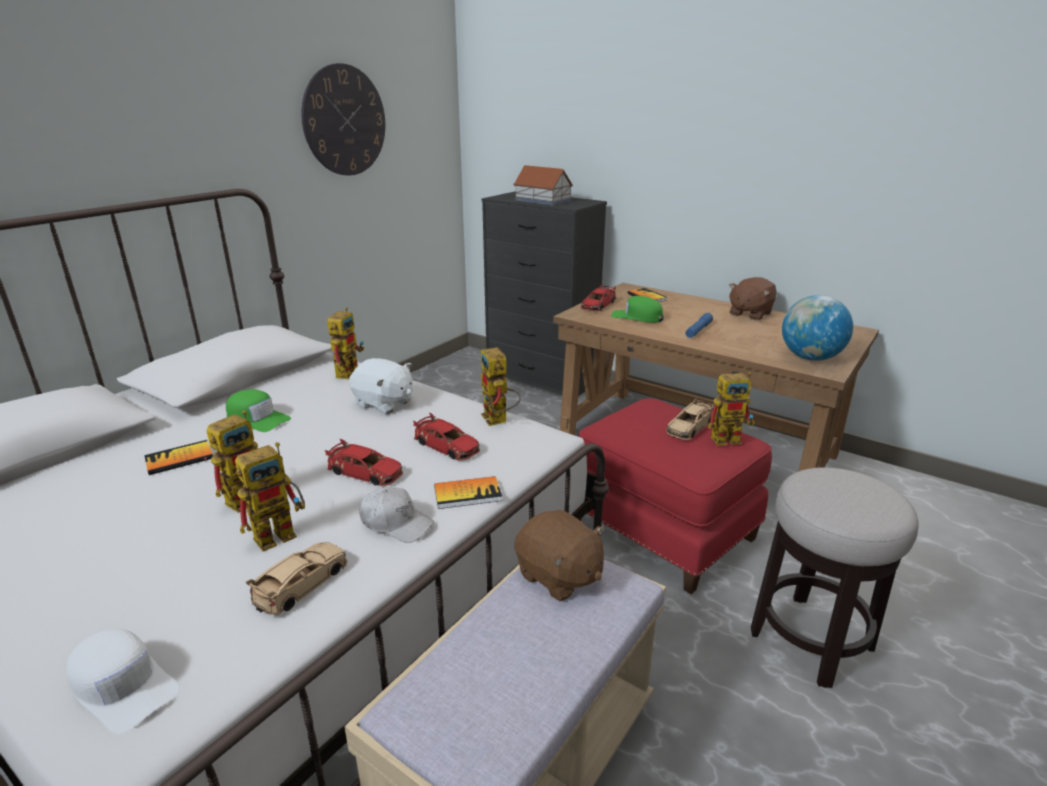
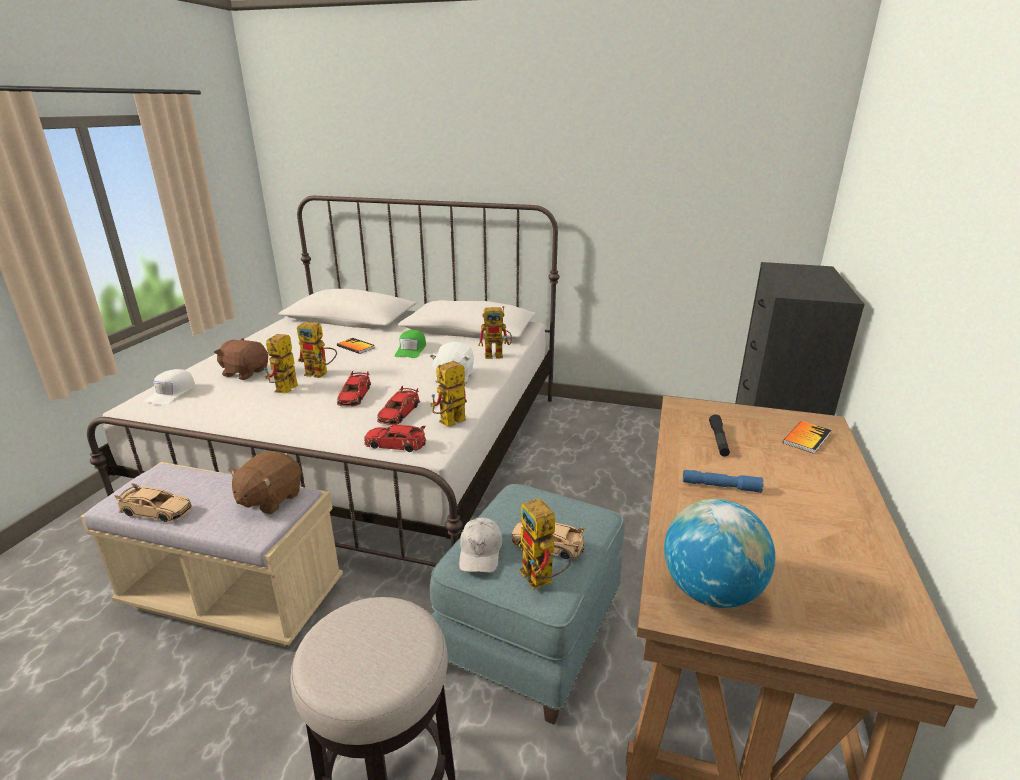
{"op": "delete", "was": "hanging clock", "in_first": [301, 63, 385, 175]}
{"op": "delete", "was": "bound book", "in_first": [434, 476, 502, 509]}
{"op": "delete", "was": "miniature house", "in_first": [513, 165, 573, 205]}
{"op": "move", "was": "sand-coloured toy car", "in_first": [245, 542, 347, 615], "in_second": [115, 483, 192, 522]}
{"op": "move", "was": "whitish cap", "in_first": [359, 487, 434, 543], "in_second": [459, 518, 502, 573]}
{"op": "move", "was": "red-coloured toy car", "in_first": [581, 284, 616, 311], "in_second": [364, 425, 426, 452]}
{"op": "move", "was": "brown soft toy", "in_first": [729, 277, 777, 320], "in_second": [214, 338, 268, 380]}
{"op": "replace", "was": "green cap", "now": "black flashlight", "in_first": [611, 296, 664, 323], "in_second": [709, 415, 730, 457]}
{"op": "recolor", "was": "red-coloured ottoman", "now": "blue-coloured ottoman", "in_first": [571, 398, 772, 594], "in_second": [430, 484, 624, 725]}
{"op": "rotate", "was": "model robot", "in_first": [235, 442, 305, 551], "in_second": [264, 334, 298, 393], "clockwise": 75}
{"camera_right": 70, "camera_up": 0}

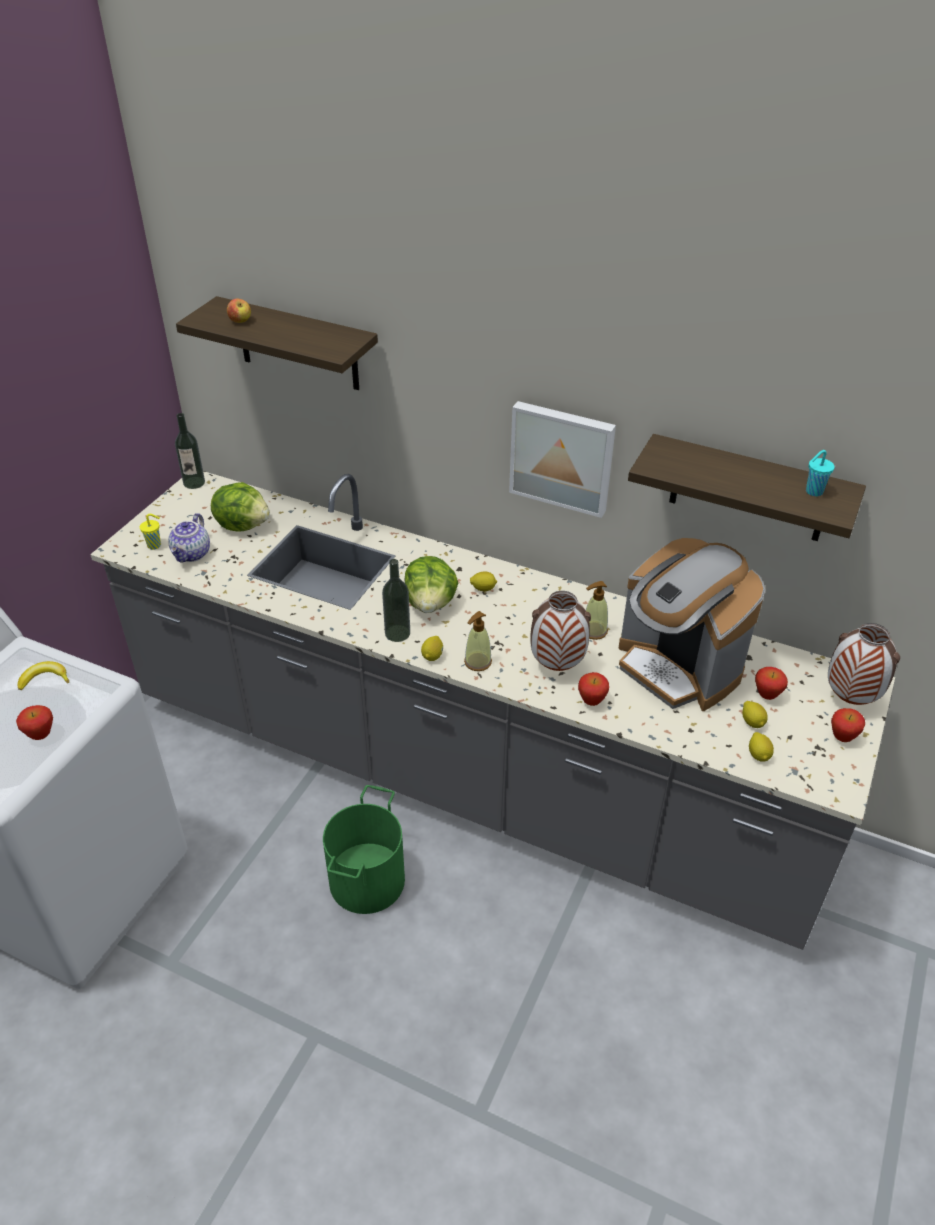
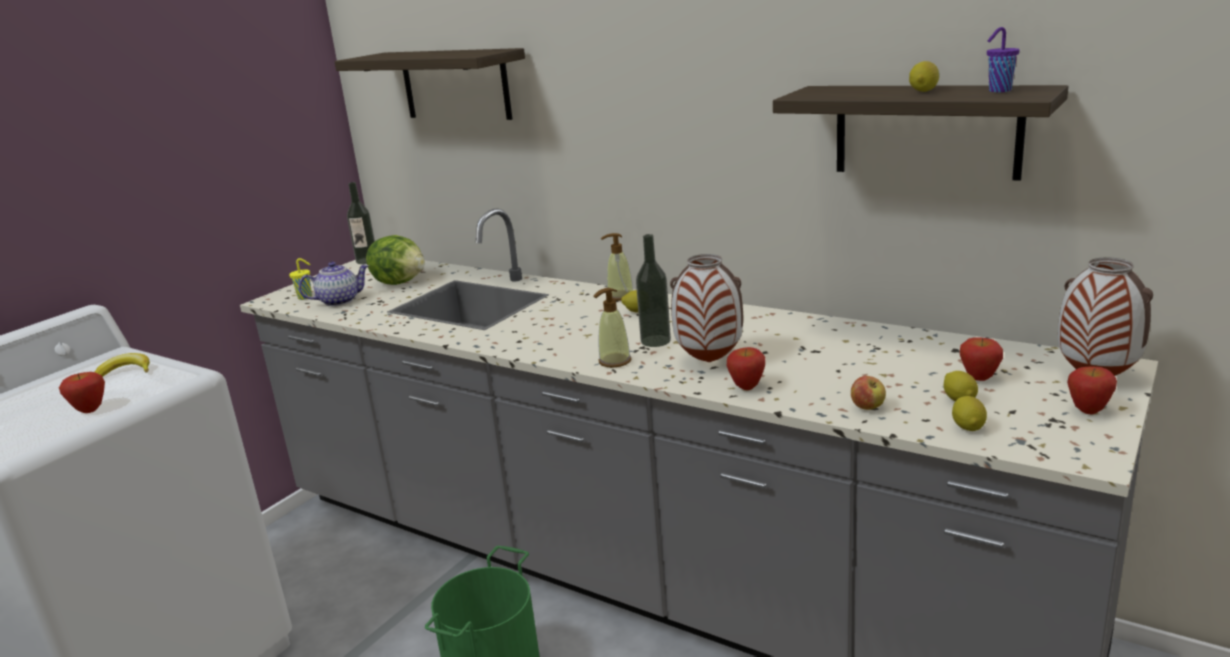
{"op": "delete", "was": "lettuce", "in_first": [405, 556, 458, 613]}
{"op": "delete", "was": "wall art", "in_first": [509, 401, 616, 518]}
{"op": "delete", "was": "coffee brewer", "in_first": [619, 538, 765, 711]}
{"op": "move", "was": "apple fruit", "in_first": [227, 299, 251, 323], "in_second": [851, 376, 886, 410]}
{"op": "move", "was": "drink bottle", "in_first": [382, 559, 410, 642], "in_second": [636, 234, 671, 347]}
{"op": "move", "was": "citrus fruit", "in_first": [421, 636, 443, 661], "in_second": [909, 61, 940, 92]}
{"op": "move", "was": "soap bottle", "in_first": [586, 581, 608, 640], "in_second": [601, 233, 633, 301]}
{"op": "recolor", "was": "blue-green drinking cup", "now": "purple-coloured drinking cup", "in_first": [806, 450, 835, 496], "in_second": [987, 27, 1020, 92]}
{"op": "rotate", "was": "pot for tea", "in_first": [168, 513, 210, 563], "in_second": [299, 262, 369, 306], "clockwise": -135}
{"camera_right": 10, "camera_up": -20}

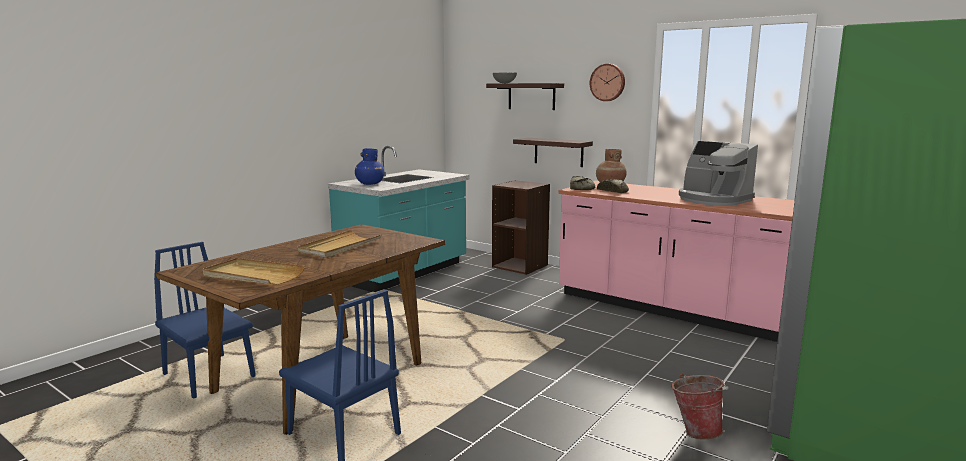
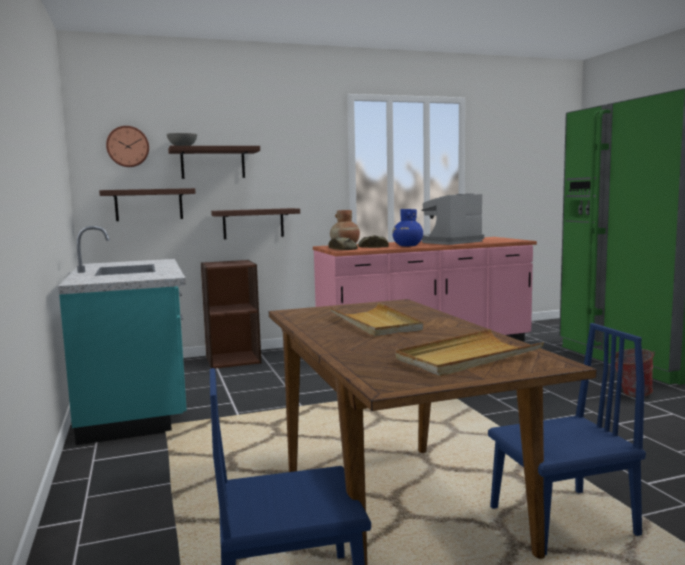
{"op": "insert", "now": "shelf", "in_second": [99, 188, 195, 221]}
{"op": "move", "was": "blue-coloured flower vase", "in_first": [355, 148, 384, 185], "in_second": [392, 209, 423, 246]}
{"op": "move", "was": "hanging clock", "in_first": [590, 64, 625, 101], "in_second": [106, 126, 149, 167]}
{"op": "rotate", "was": "coffee brewer", "in_first": [679, 141, 758, 206], "in_second": [421, 194, 484, 245], "clockwise": 150}
{"camera_right": -55, "camera_up": -5}

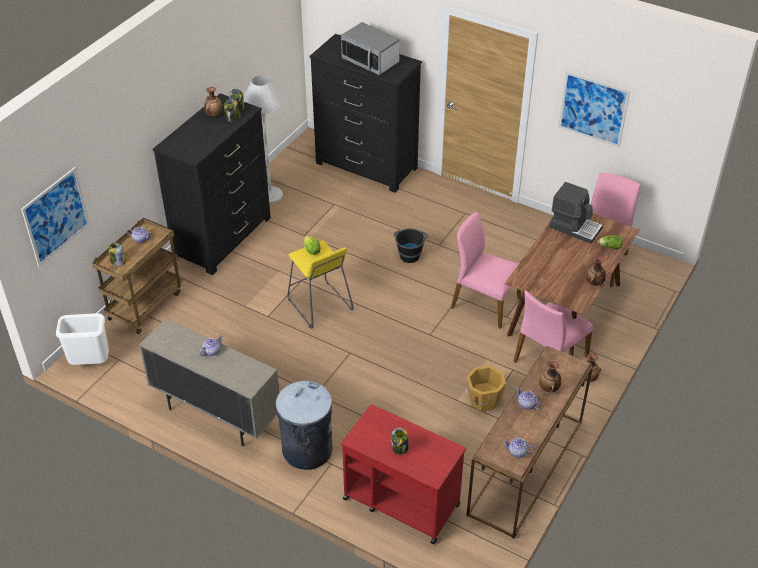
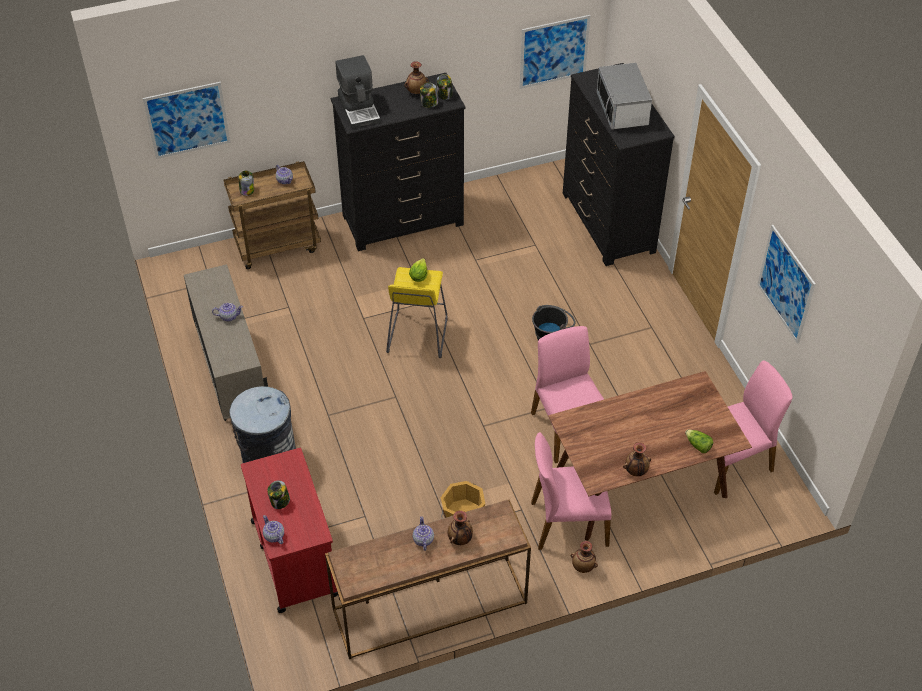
{"op": "delete", "was": "whitish rubbish bin", "in_first": [56, 313, 109, 365]}
{"op": "delete", "was": "whitish standing lamp", "in_first": [243, 76, 283, 203]}
{"op": "insert", "now": "wall art", "in_second": [520, 15, 590, 89]}
{"op": "move", "was": "pot for tea", "in_first": [503, 438, 535, 458], "in_second": [263, 515, 284, 544]}
{"op": "move", "was": "coffee brewer", "in_first": [549, 182, 603, 244], "in_second": [335, 55, 381, 129]}
{"camera_right": 40, "camera_up": 5}

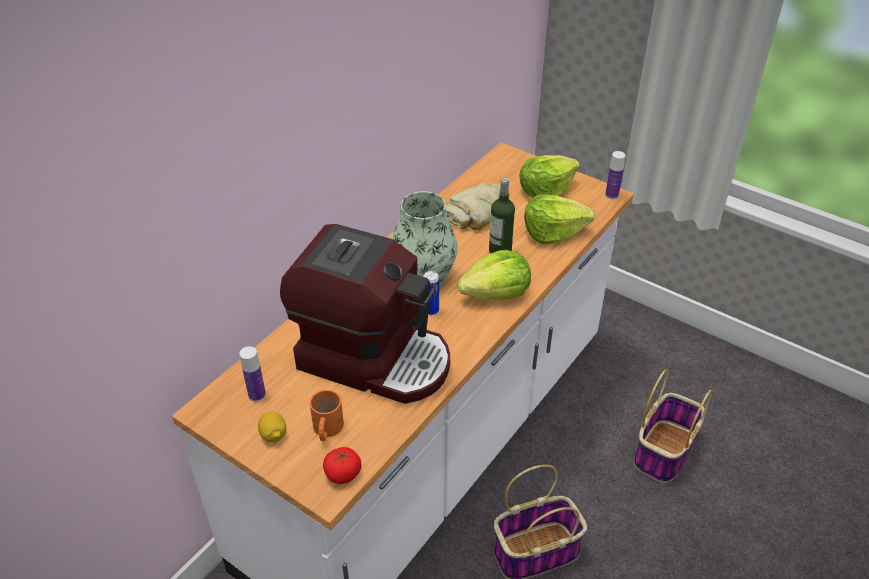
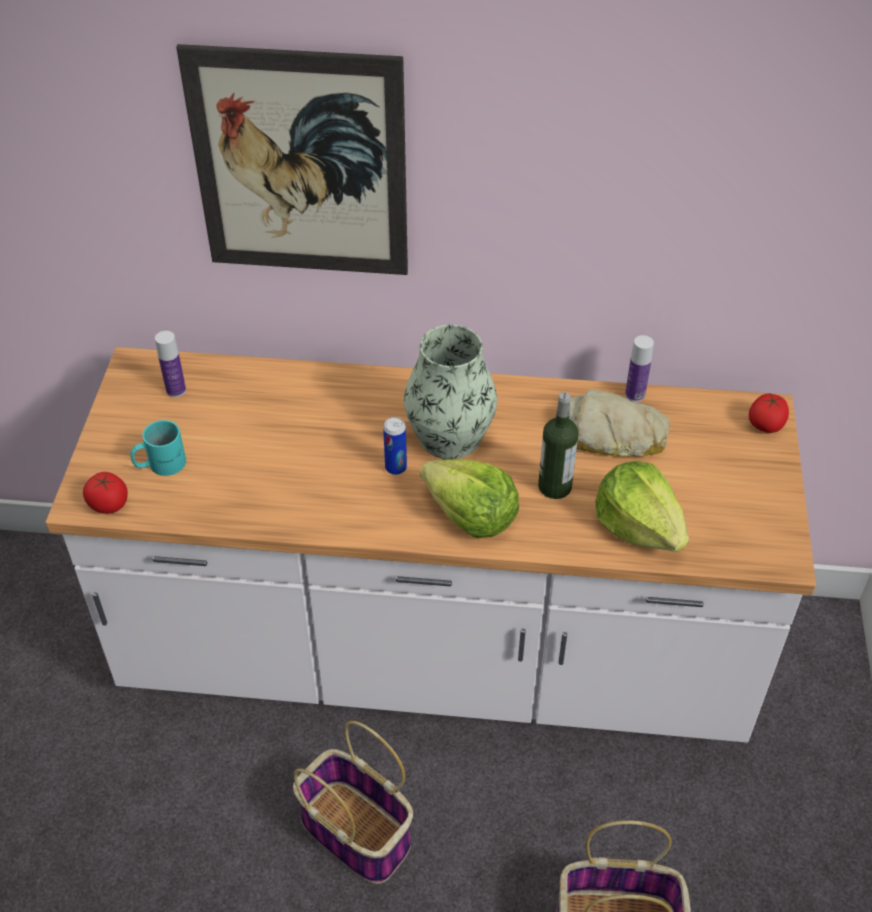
{"op": "delete", "was": "citrus fruit", "in_first": [258, 411, 286, 442]}
{"op": "delete", "was": "coffee brewer", "in_first": [280, 224, 450, 404]}
{"op": "delete", "was": "lettuce", "in_first": [519, 155, 580, 198]}
{"op": "insert", "now": "wall art", "in_second": [176, 44, 408, 275]}
{"op": "insert", "now": "whole tomato", "in_second": [749, 394, 789, 433]}
{"op": "move", "was": "drink bottle", "in_first": [605, 151, 626, 199], "in_second": [625, 335, 654, 402]}
{"op": "recolor", "was": "orange-coloured mug", "now": "blue-green mug", "in_first": [310, 390, 344, 441], "in_second": [130, 420, 186, 476]}
{"camera_right": 60, "camera_up": 5}

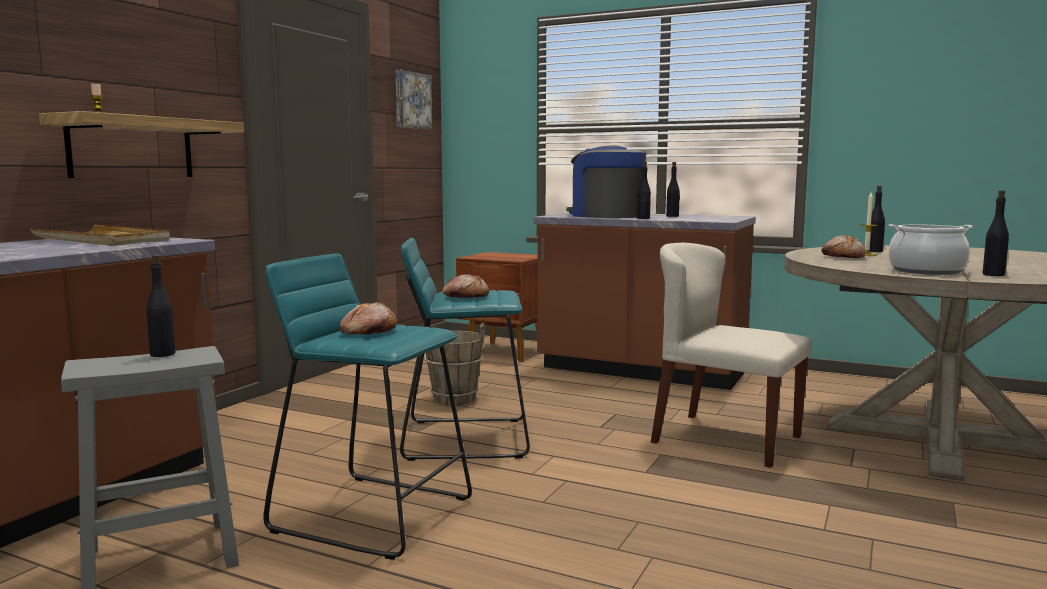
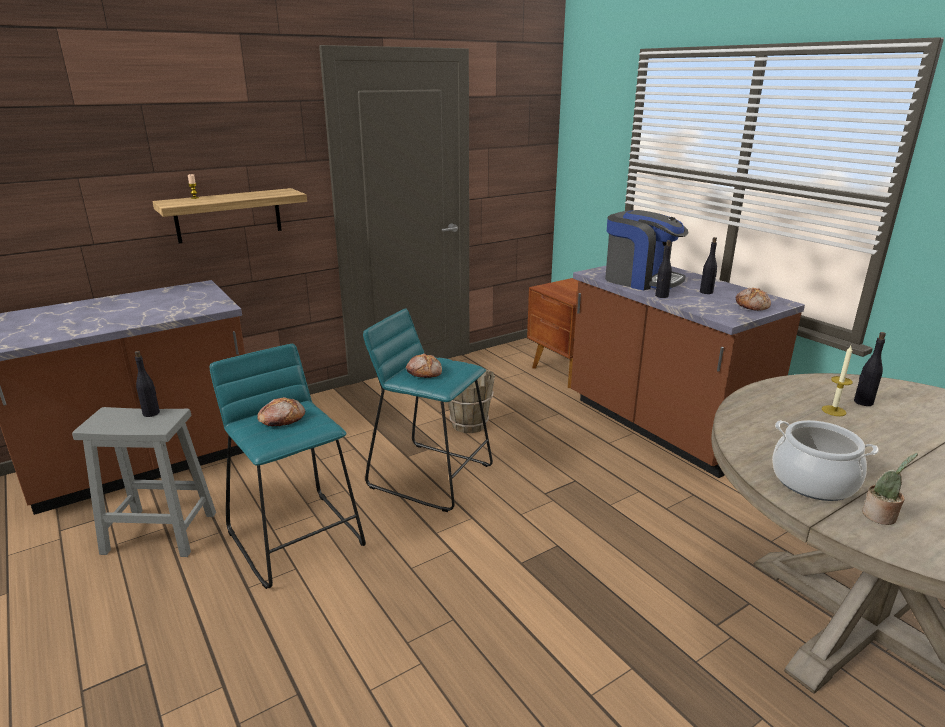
{"op": "delete", "was": "sand-coloured carrying tray", "in_first": [29, 224, 170, 246]}
{"op": "delete", "was": "wall art", "in_first": [395, 70, 432, 129]}
{"op": "delete", "was": "sand-coloured plain chair", "in_first": [651, 243, 812, 468]}
{"op": "move", "was": "bakery bread", "in_first": [821, 235, 866, 258], "in_second": [736, 288, 771, 311]}
{"op": "replace", "was": "black drink bottle", "now": "potted plant", "in_first": [982, 190, 1009, 276], "in_second": [862, 453, 918, 525]}
{"op": "rotate", "was": "coffee brewer", "in_first": [566, 145, 646, 218], "in_second": [605, 210, 688, 290], "clockwise": 135}
{"camera_right": 30, "camera_up": 15}

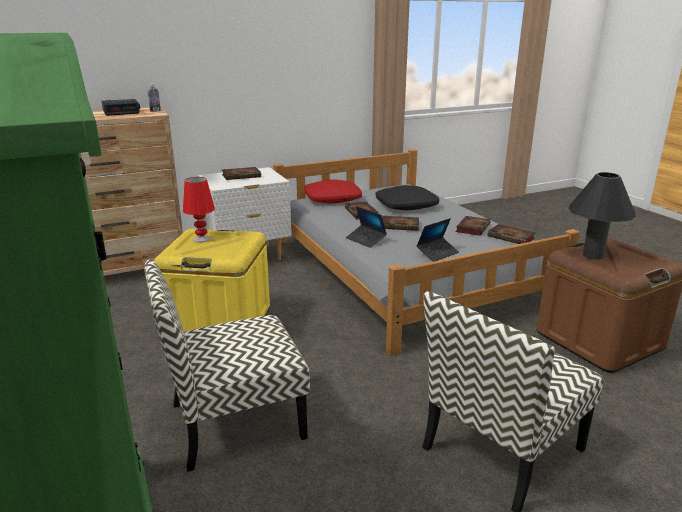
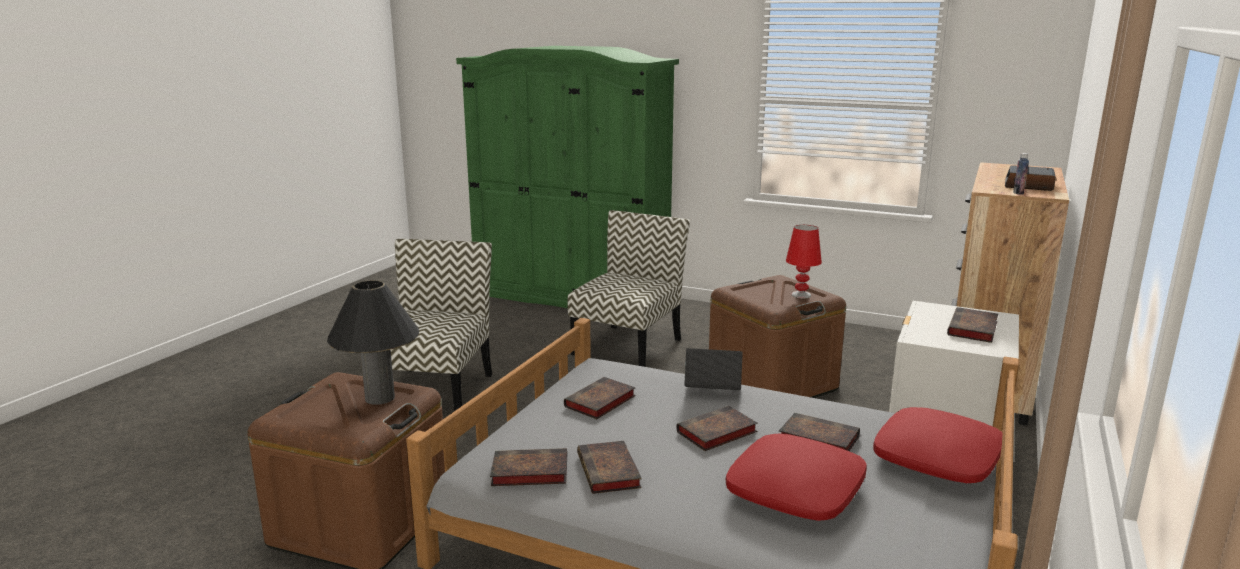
{"op": "replace", "was": "portable computer", "now": "bound book", "in_first": [416, 218, 459, 262], "in_second": [564, 377, 636, 419]}
{"op": "recolor", "was": "yellow-coloured storage container", "now": "brown storage container", "in_first": [154, 229, 270, 332], "in_second": [709, 275, 846, 398]}
{"op": "recolor", "was": "black throw pillow", "now": "red-coloured throw pillow", "in_first": [375, 185, 439, 210], "in_second": [726, 434, 867, 521]}
{"camera_right": 140, "camera_up": -5}

